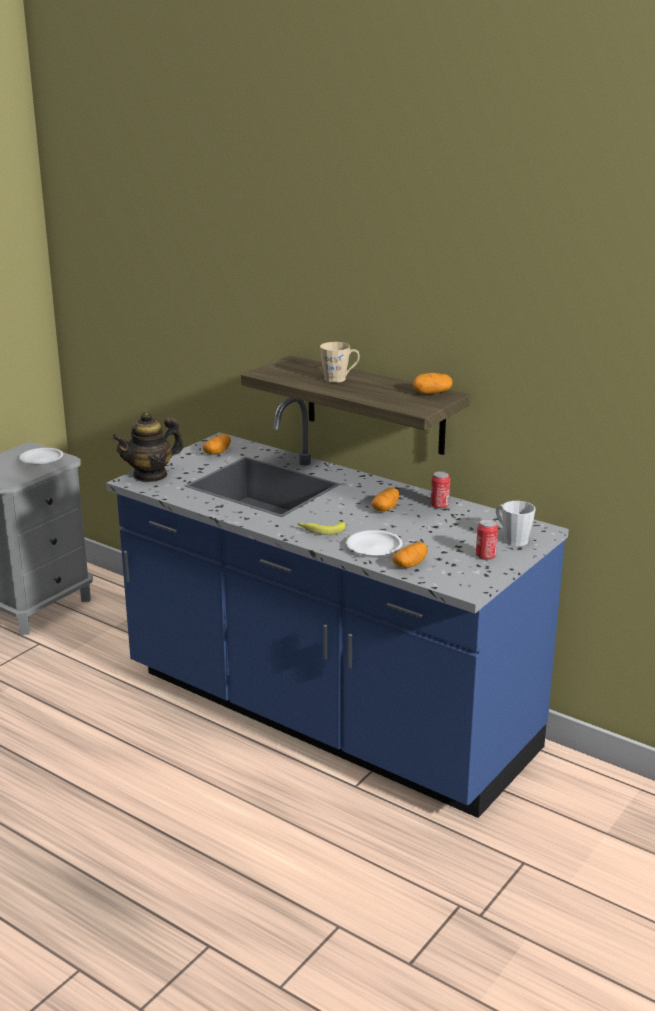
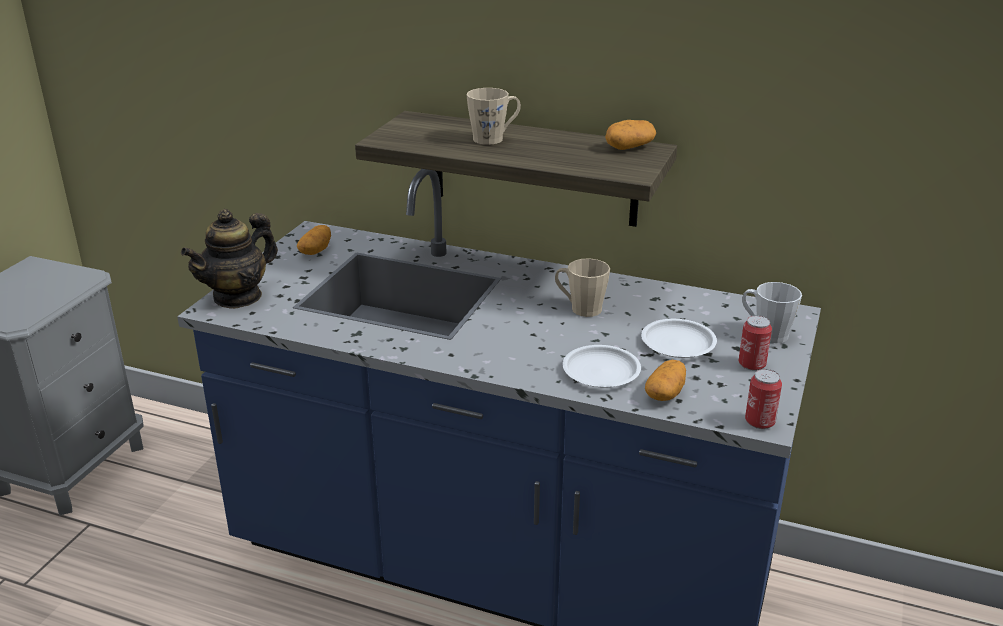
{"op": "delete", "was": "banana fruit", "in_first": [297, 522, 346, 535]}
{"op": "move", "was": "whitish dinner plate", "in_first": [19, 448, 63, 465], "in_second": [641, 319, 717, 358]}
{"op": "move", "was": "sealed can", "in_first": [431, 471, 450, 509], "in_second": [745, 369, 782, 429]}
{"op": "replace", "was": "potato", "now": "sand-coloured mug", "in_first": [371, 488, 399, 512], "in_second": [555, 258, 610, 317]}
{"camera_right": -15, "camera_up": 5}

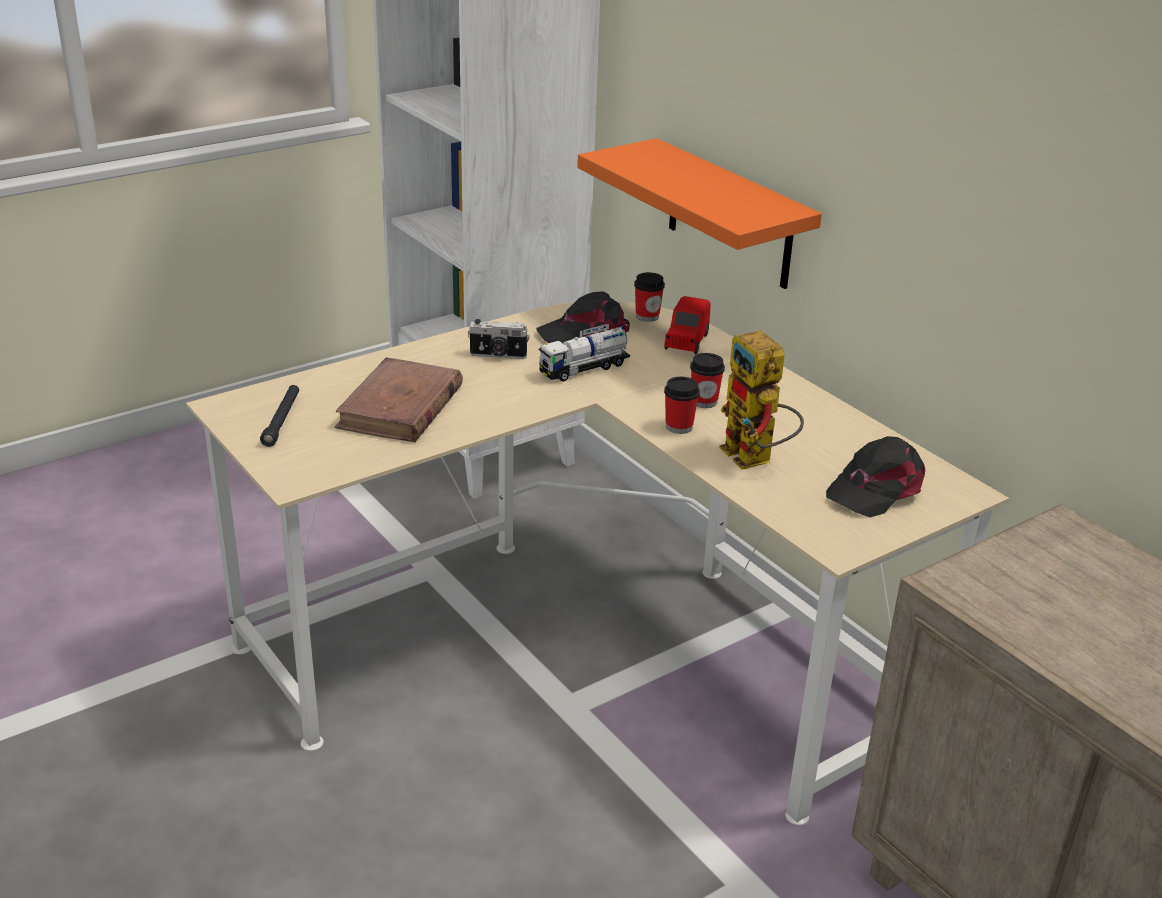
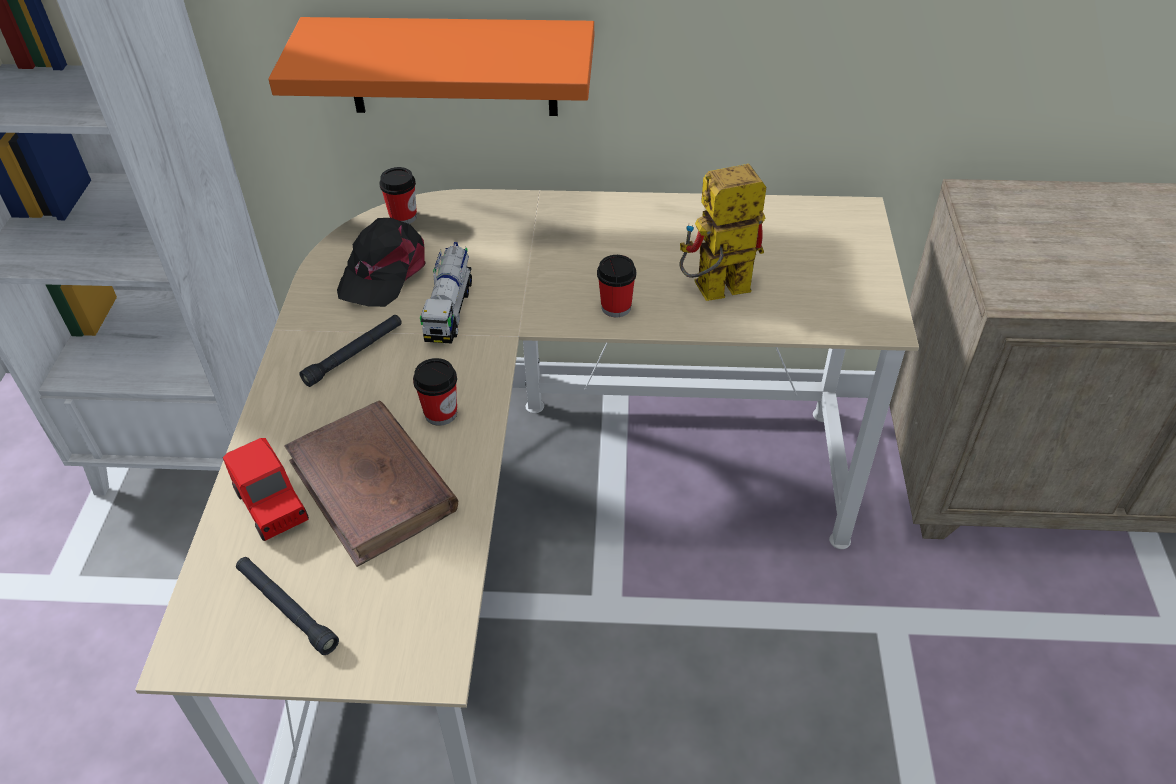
{"op": "delete", "was": "black cap", "in_first": [826, 436, 925, 517]}
{"op": "move", "was": "red-coloured toy car", "in_first": [664, 296, 711, 355], "in_second": [223, 438, 309, 541]}
{"op": "move", "was": "drinking cup", "in_first": [690, 353, 725, 408], "in_second": [413, 358, 457, 426]}
{"op": "replace", "was": "still camera", "now": "black flashlight", "in_first": [468, 319, 529, 359], "in_second": [299, 315, 401, 387]}
{"op": "rotate", "was": "model robot", "in_first": [719, 330, 804, 470], "in_second": [679, 164, 766, 301], "clockwise": 150}
{"camera_right": -50, "camera_up": 15}

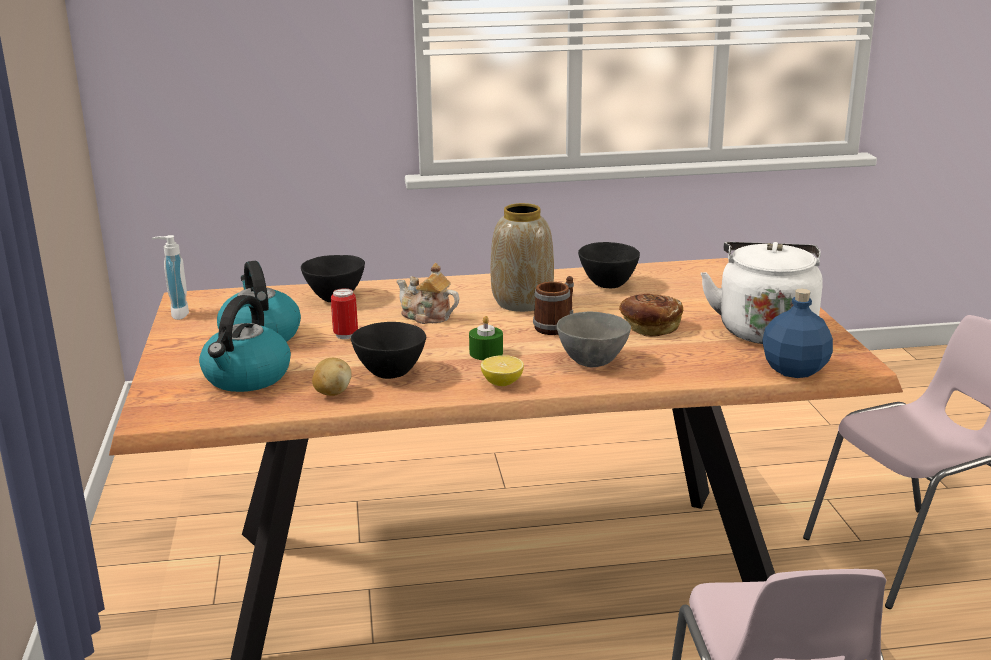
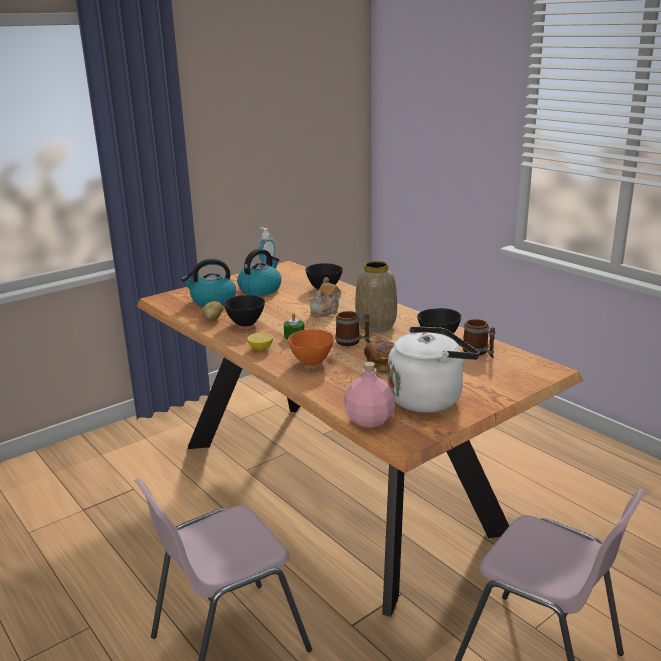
{"op": "delete", "was": "sealed can", "in_first": [331, 288, 358, 339]}
{"op": "insert", "now": "mug", "in_second": [463, 319, 495, 358]}
{"op": "recolor", "was": "grey serving bowl", "now": "orange-coloured serving bowl", "in_first": [557, 312, 631, 367], "in_second": [288, 329, 334, 366]}
{"op": "recolor", "was": "blue-coloured drink bottle", "now": "pinkish drink bottle", "in_first": [762, 289, 833, 378], "in_second": [344, 362, 395, 428]}
{"op": "rotate", "was": "pot for tea", "in_first": [397, 263, 459, 324], "in_second": [308, 277, 341, 317], "clockwise": -135}
{"camera_right": 60, "camera_up": 0}

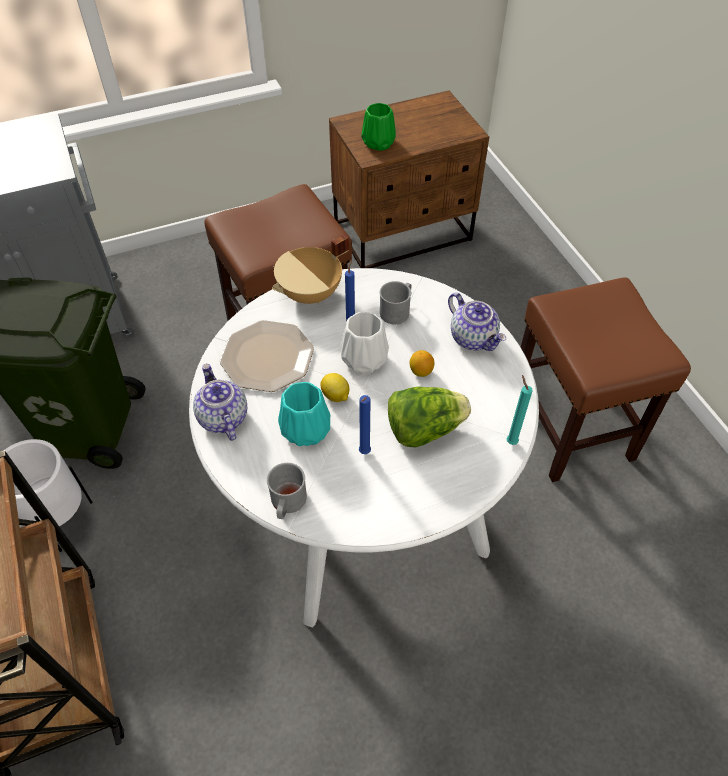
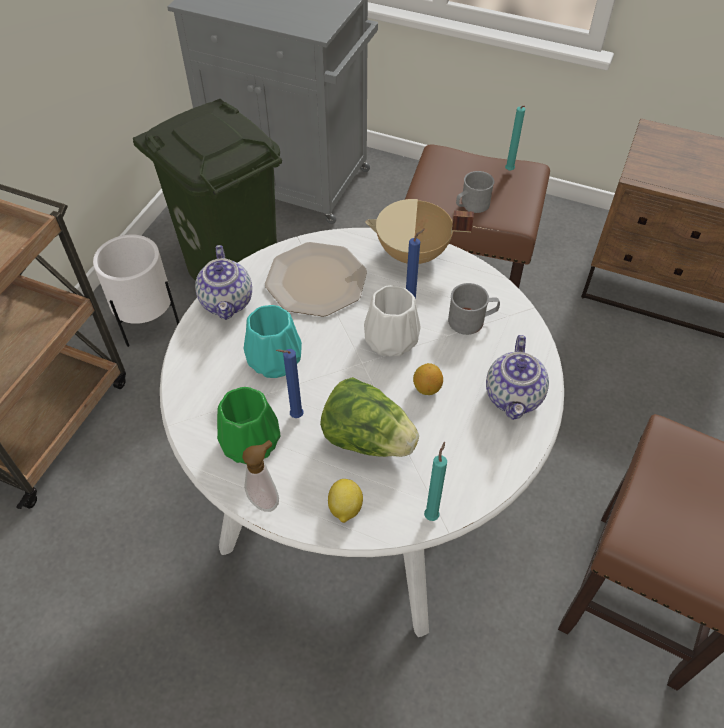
{"op": "insert", "now": "soap bottle", "in_second": [242, 440, 279, 512]}
{"op": "insert", "now": "blue-green wax light", "in_second": [505, 106, 525, 171]}
{"op": "move", "was": "grey mug", "in_first": [267, 463, 307, 519], "in_second": [456, 171, 494, 213]}
{"op": "move", "was": "citrus fruit", "in_first": [320, 373, 349, 402], "in_second": [328, 479, 363, 523]}
{"op": "move", "was": "green flower vase", "in_first": [361, 103, 396, 150], "in_second": [217, 387, 281, 464]}
{"op": "rotate", "was": "pot for tea", "in_first": [193, 363, 247, 441], "in_second": [195, 245, 252, 320], "clockwise": 150}
{"camera_right": 45, "camera_up": 0}

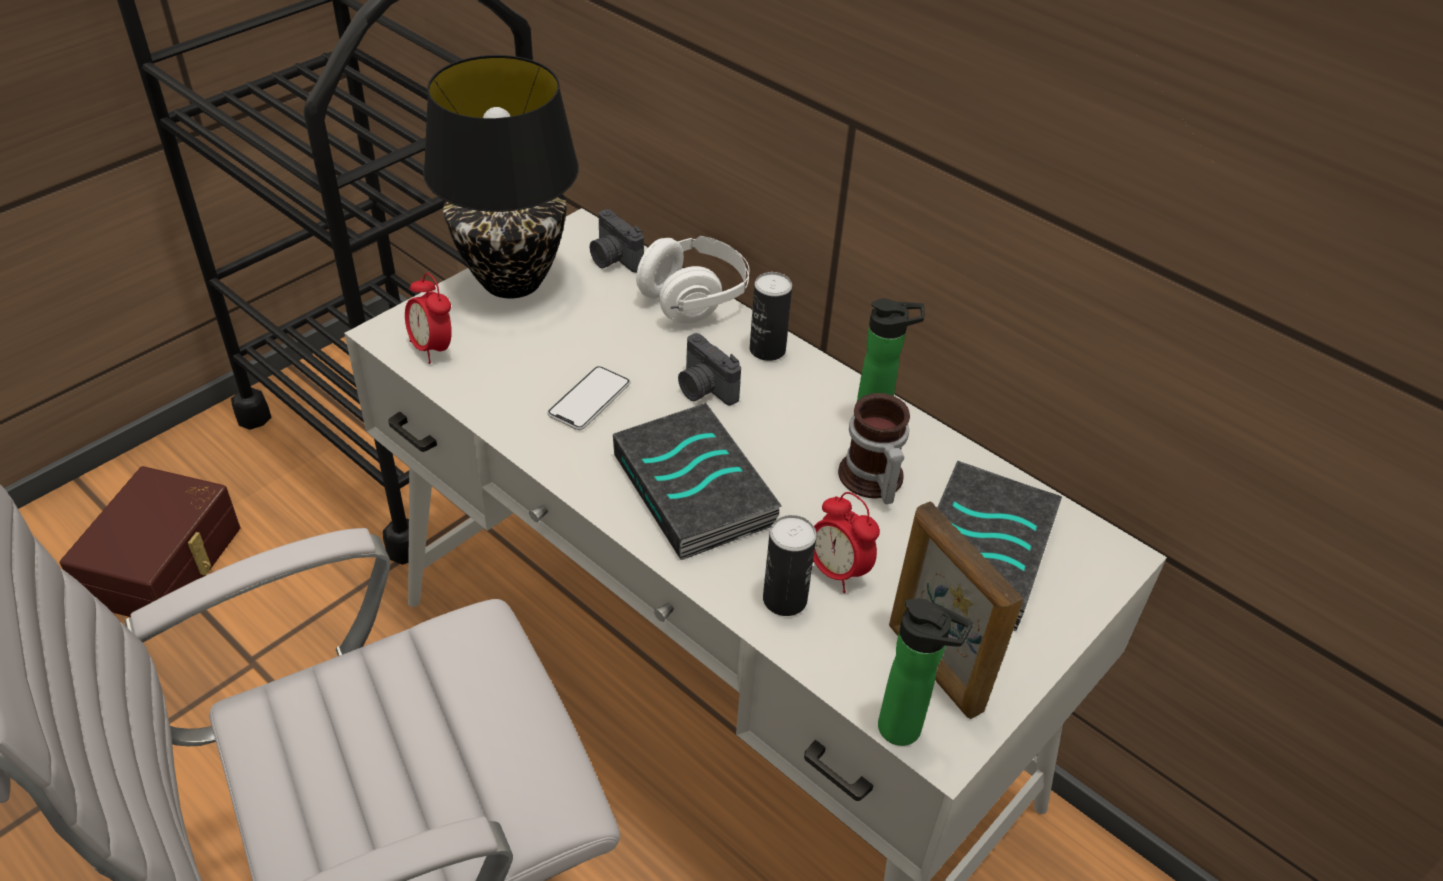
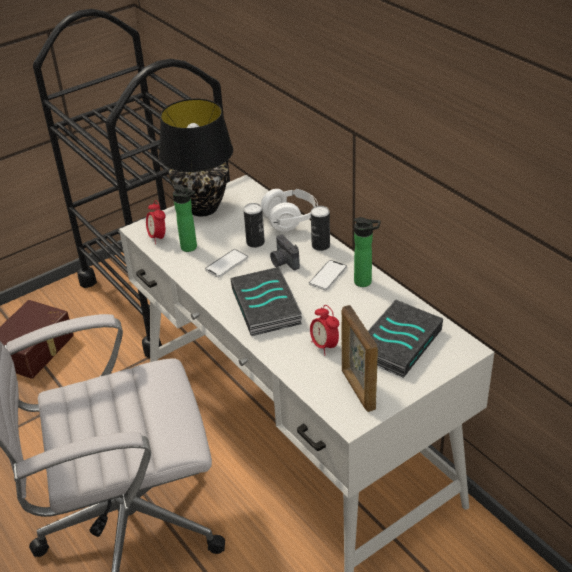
{"op": "delete", "was": "still camera", "in_first": [590, 209, 644, 273]}
{"op": "delete", "was": "mug", "in_first": [838, 393, 910, 504]}
{"op": "insert", "now": "phone", "in_second": [309, 260, 347, 290]}
{"op": "move", "was": "sealed can", "in_first": [763, 515, 817, 616], "in_second": [244, 203, 265, 248]}
{"op": "move", "was": "drink bottle", "in_first": [878, 598, 973, 746], "in_second": [173, 185, 197, 252]}
{"camera_right": 15, "camera_up": -5}

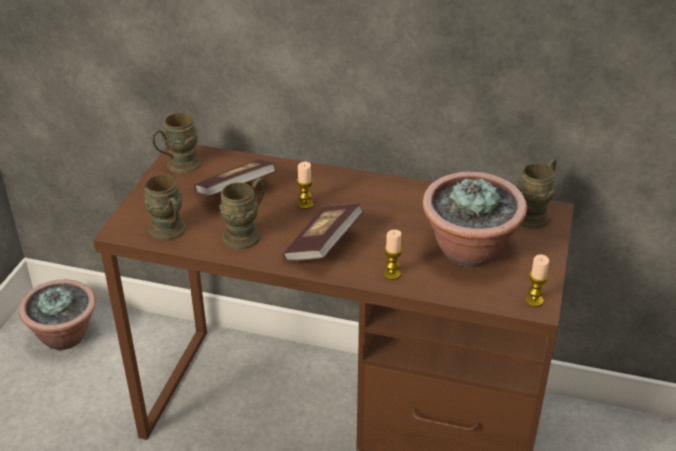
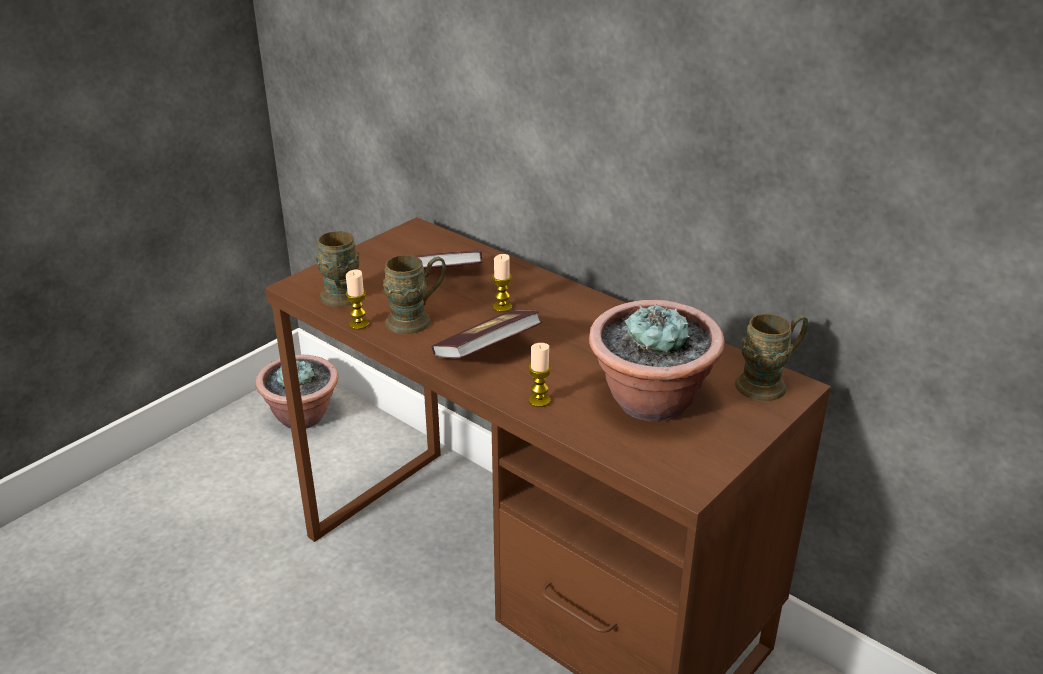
{"op": "delete", "was": "brown mug", "in_first": [151, 113, 202, 174]}
{"op": "move", "was": "wax light", "in_first": [525, 255, 549, 307], "in_second": [345, 270, 369, 330]}
{"camera_right": 25, "camera_up": -5}

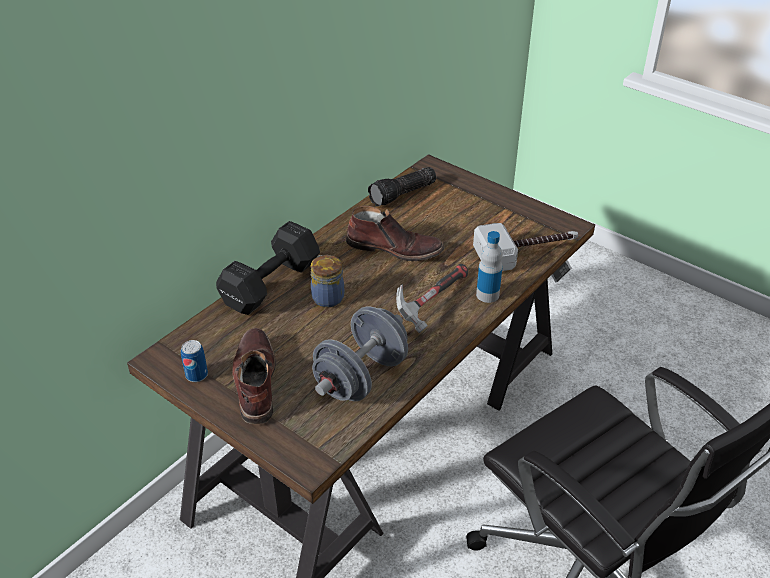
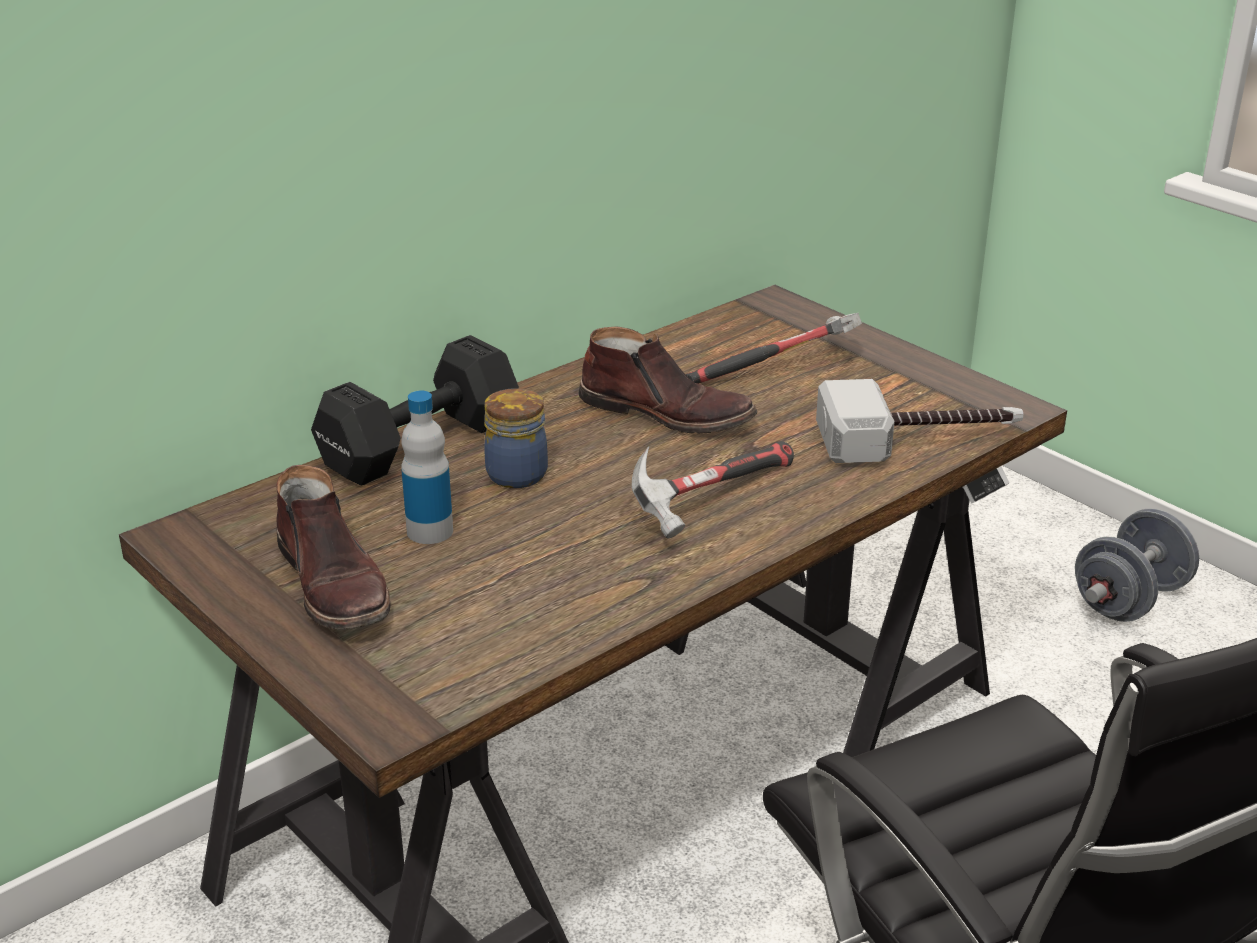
{"op": "delete", "was": "sealed can", "in_first": [181, 340, 208, 382]}
{"op": "delete", "was": "flashlight", "in_first": [368, 167, 436, 207]}
{"op": "insert", "now": "tool hammer", "in_second": [685, 313, 862, 384]}
{"op": "move", "was": "grey dumbbell", "in_first": [312, 307, 408, 401], "in_second": [1075, 508, 1199, 622]}
{"op": "move", "was": "drink bottle", "in_first": [476, 231, 503, 303], "in_second": [401, 391, 453, 544]}
{"op": "rotate", "was": "brown boot", "in_first": [232, 328, 276, 424], "in_second": [276, 465, 391, 630], "clockwise": 150}
{"camera_right": 10, "camera_up": -10}

